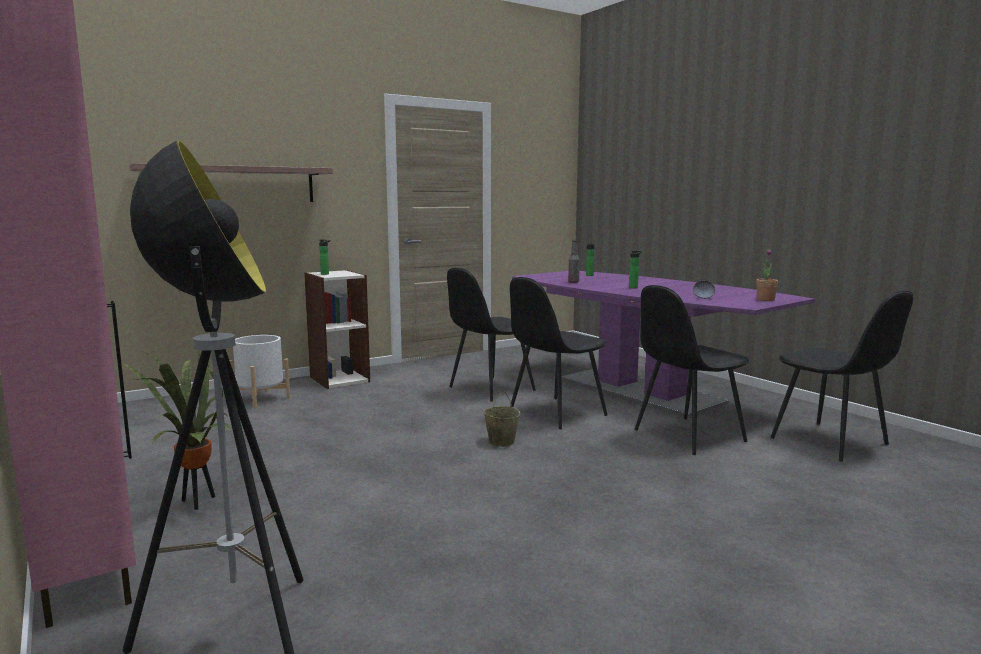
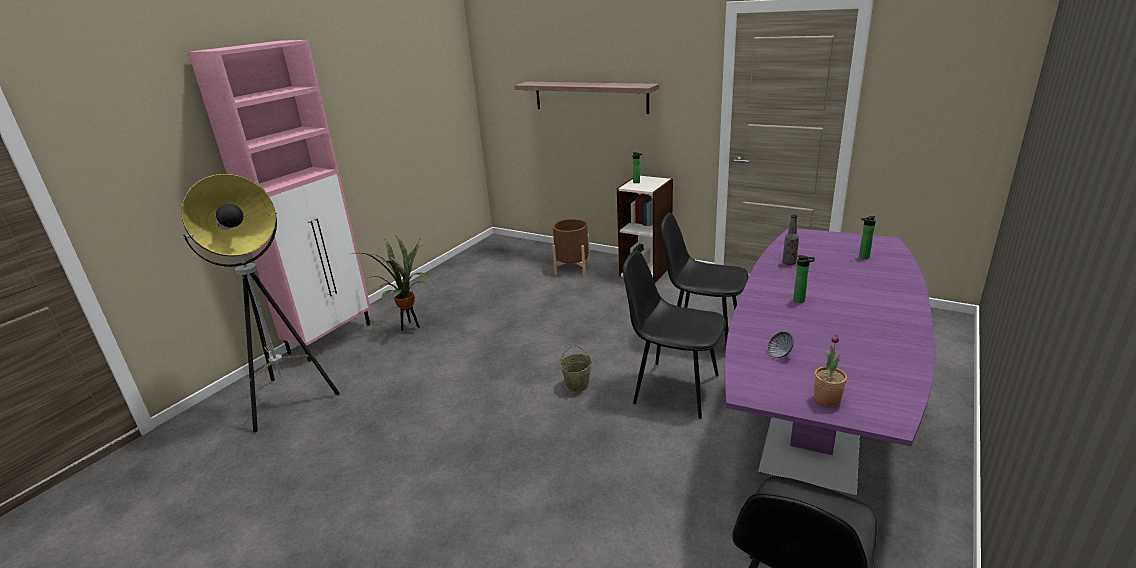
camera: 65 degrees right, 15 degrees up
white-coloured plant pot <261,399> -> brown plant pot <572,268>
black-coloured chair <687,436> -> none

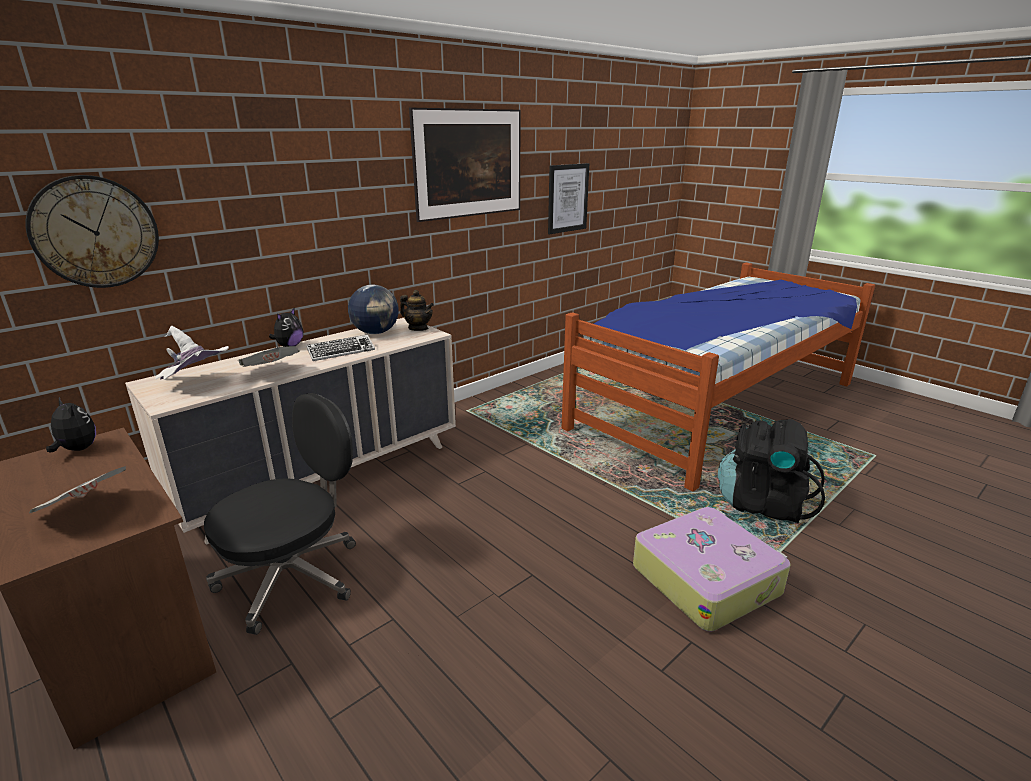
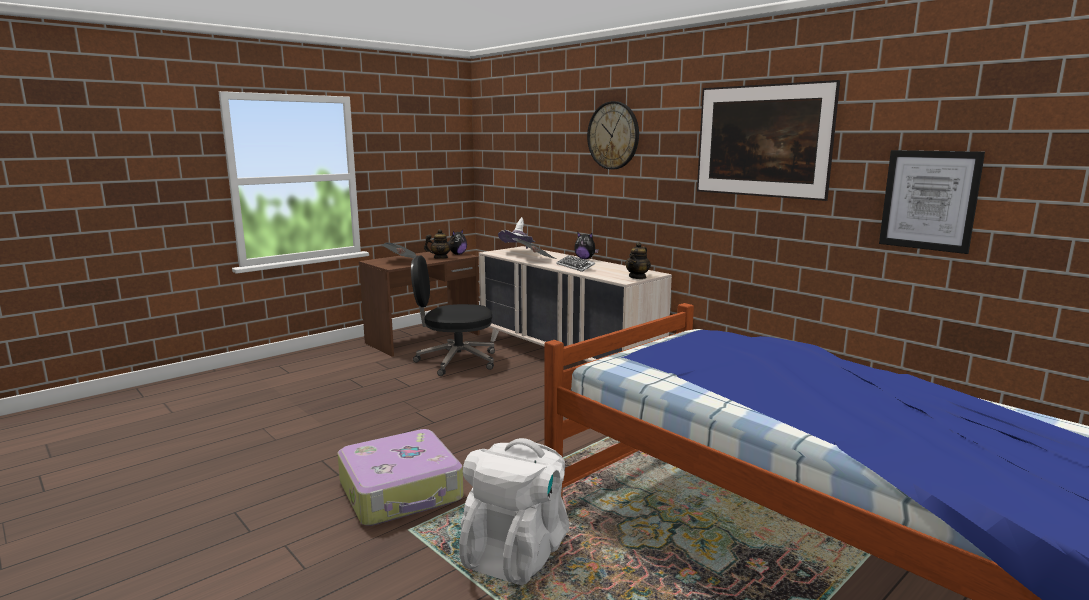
camera: 90 degrees right, 10 degrees down
clock on the wall <95,232> -> clock on the wall <613,135>, moved
black-coloured desk chair <293,577> -> black-coloured desk chair <455,361>, 135 degrees clockwise
world globe <376,333> -> none
black-coloured knapsack <762,504> -> white-coloured knapsack <516,552>
none -> teapot <440,258>

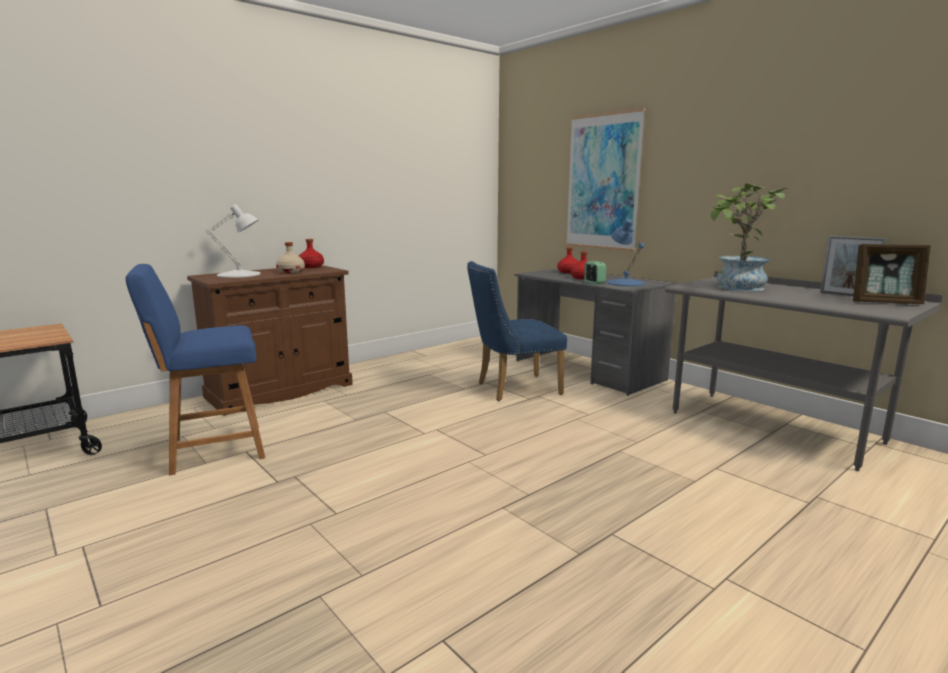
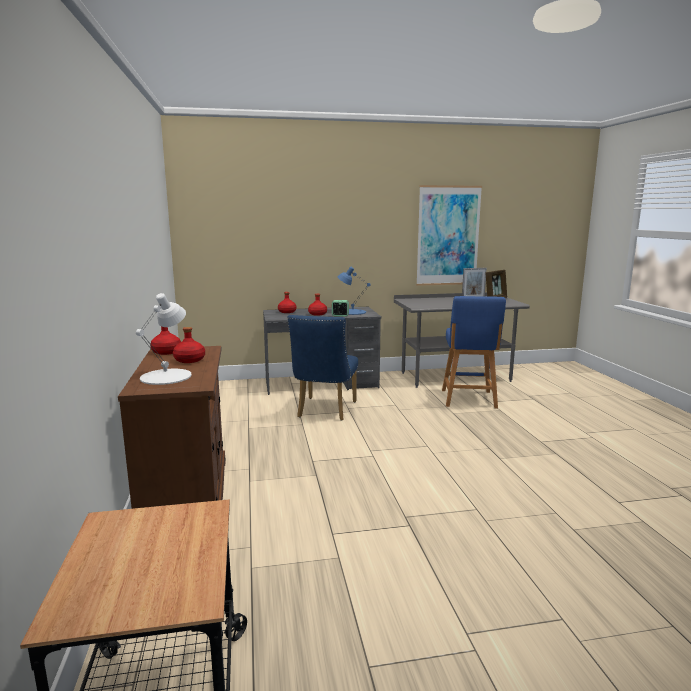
camera: 60 degrees left, 0 degrees up
blue-coloured stool <211,450> -> blue-coloured stool <469,400>, moved
sand-coloured beverage bottle <291,272> -> reddish beverage bottle <190,360>
wall art <603,182> -> wall art <448,236>, moved
plant in a pot <737,288> -> none

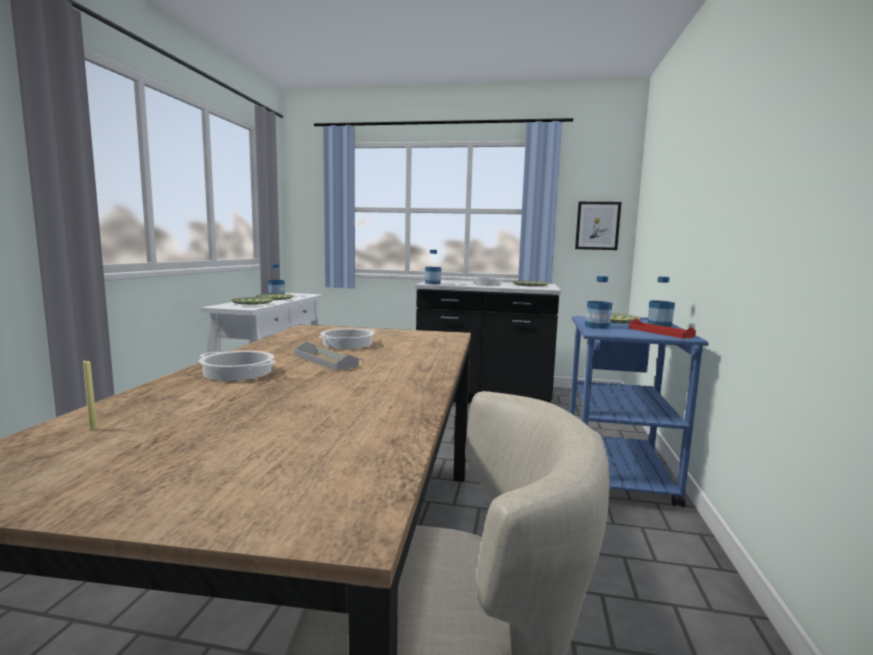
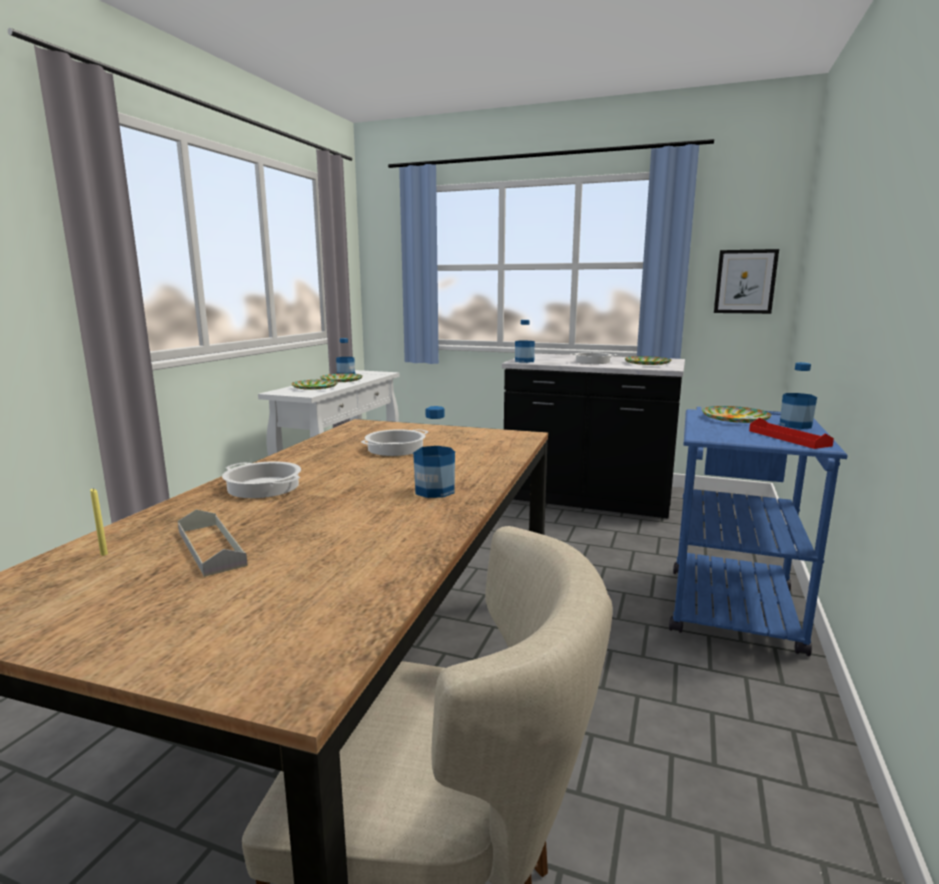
camera: 10 degrees right, 5 degrees up
grey tray <325,361> -> grey tray <211,548>, moved
beverage bottle <597,326> -> beverage bottle <434,491>, moved

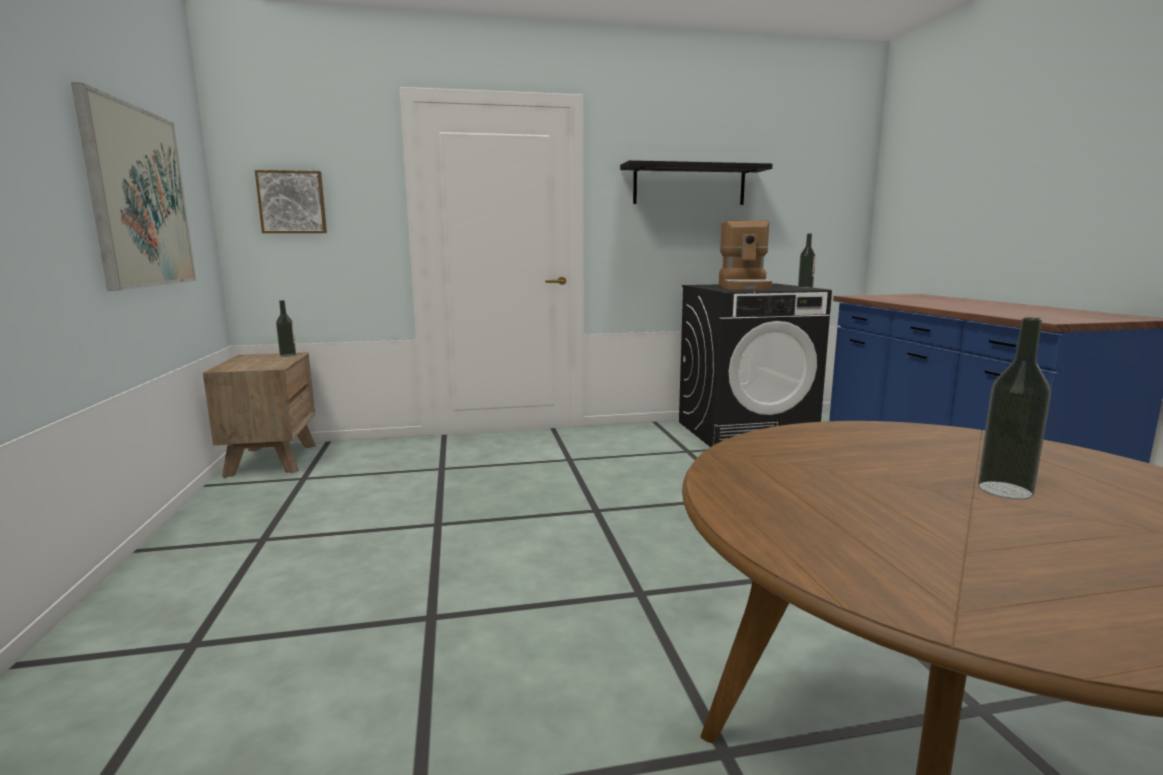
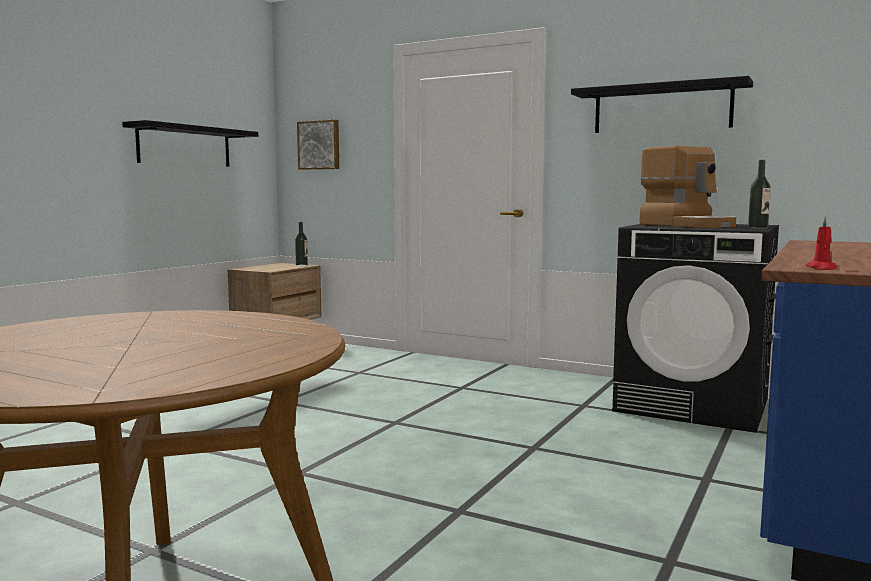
camera: 40 degrees right, 5 degrees down
wall art <139,197> -> black-coloured wall shelf <185,146>
coffee brewer <745,287> -> coffee brewer <688,225>, 75 degrees counterclockwise
beverage bottle <1005,490> -> none
none -> reddish candle <822,268>

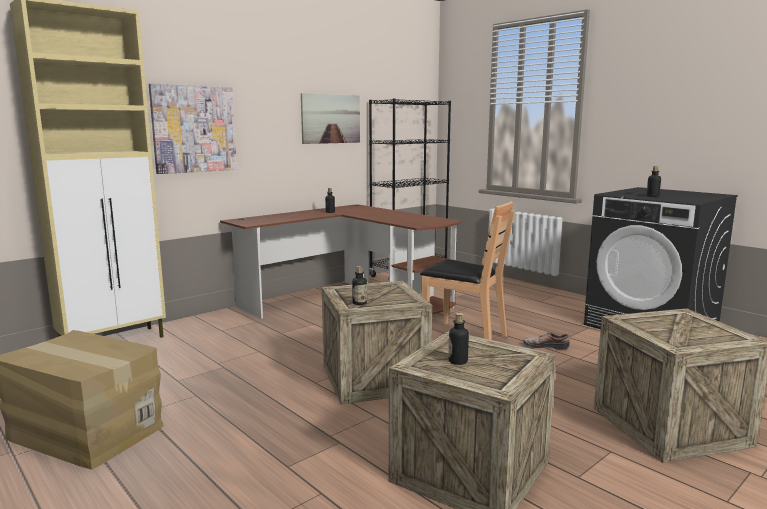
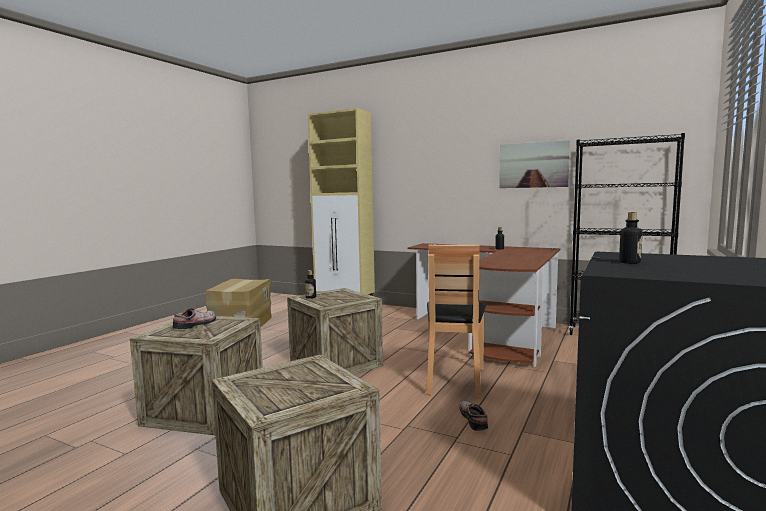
camera: 70 degrees right, 5 degrees down
wall art <194,129> -> none
beverage bottle <458,361> -> shoe <197,324>

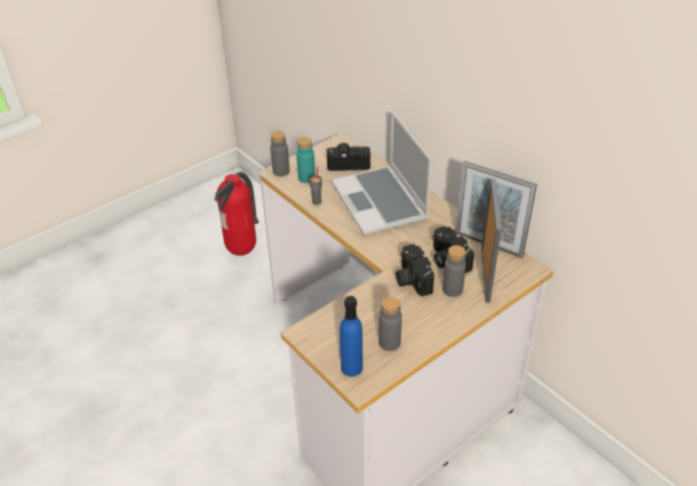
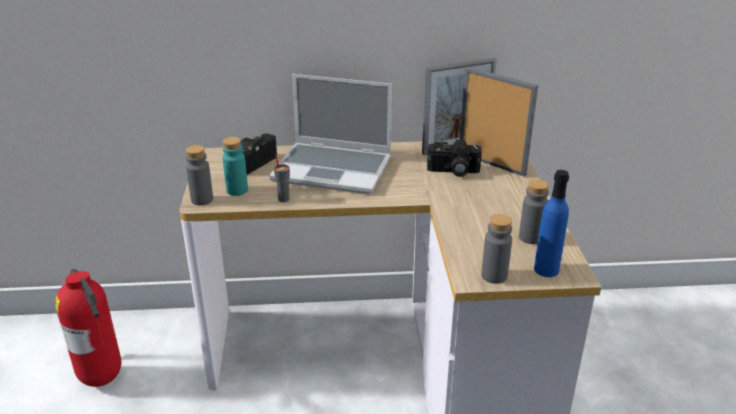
camera: 55 degrees left, 10 degrees down
still camera <411,279> -> none
grey beverage bottle <452,289> -> grey beverage bottle <494,276>, moved

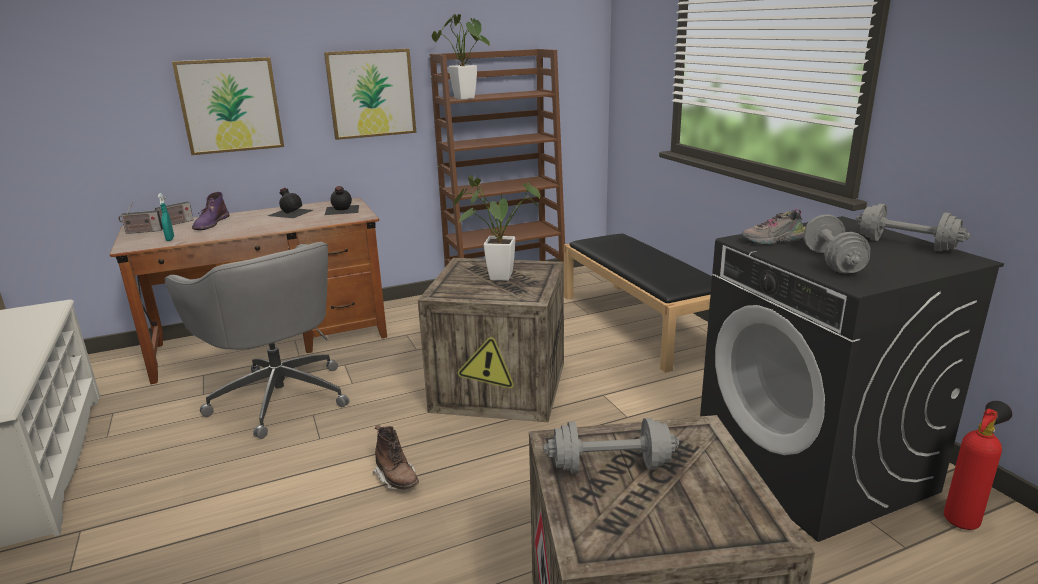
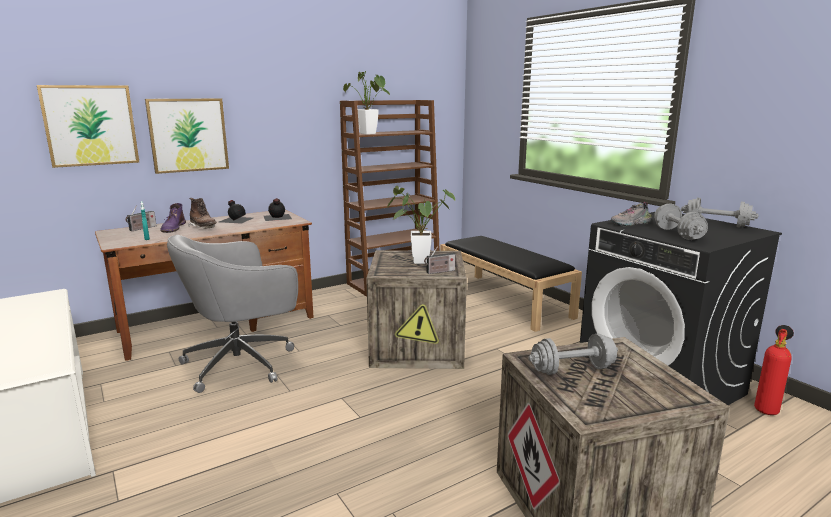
camera: 10 degrees left, 5 degrees down
radio <142,231> -> radio <439,272>, moved
grey desk chair <279,396> -> grey desk chair <242,363>, 105 degrees clockwise
wall art <371,93> -> wall art <90,125>, moved
brown tall boot <397,479> -> brown tall boot <203,228>, moved

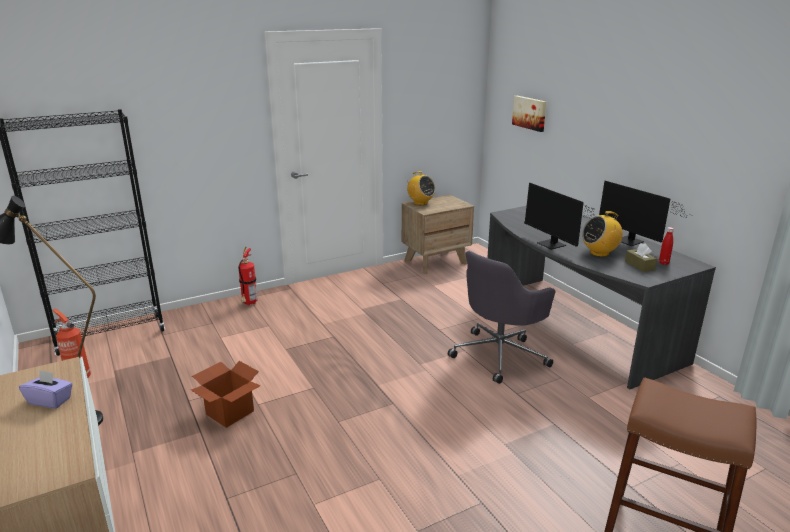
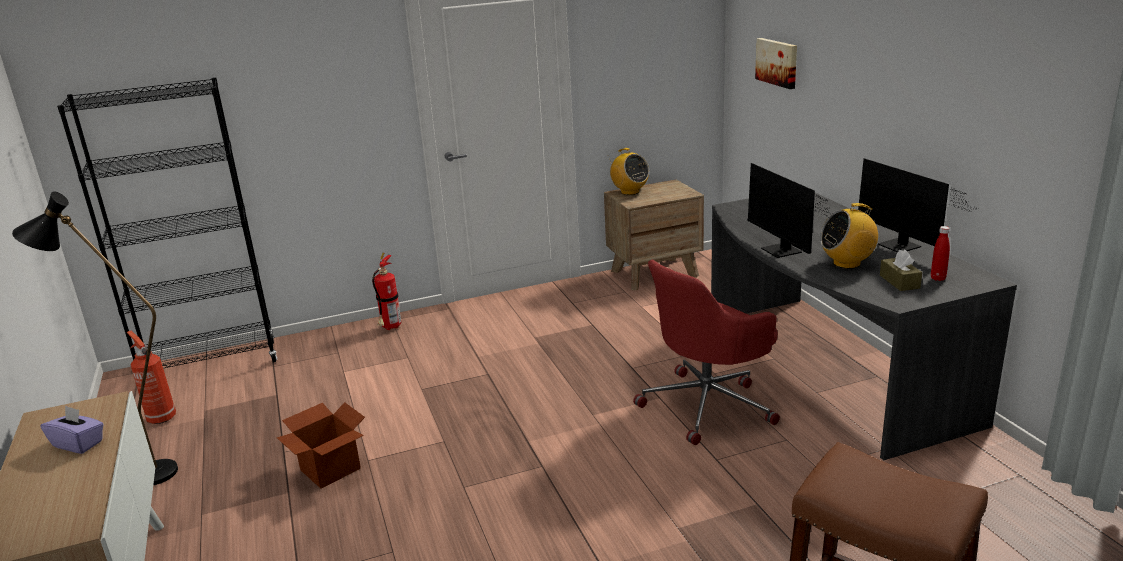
camera: 10 degrees right, 0 degrees up
grey desk chair <500,355> -> reddish desk chair <708,405>

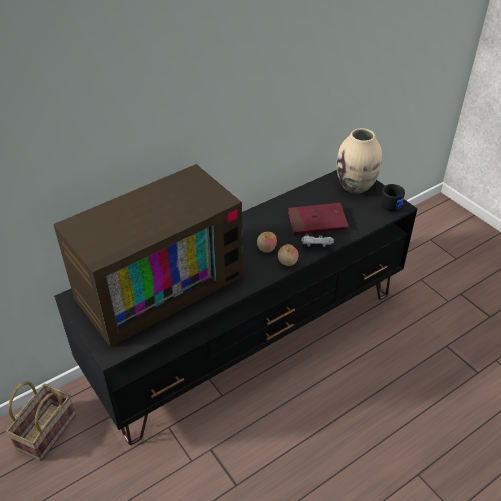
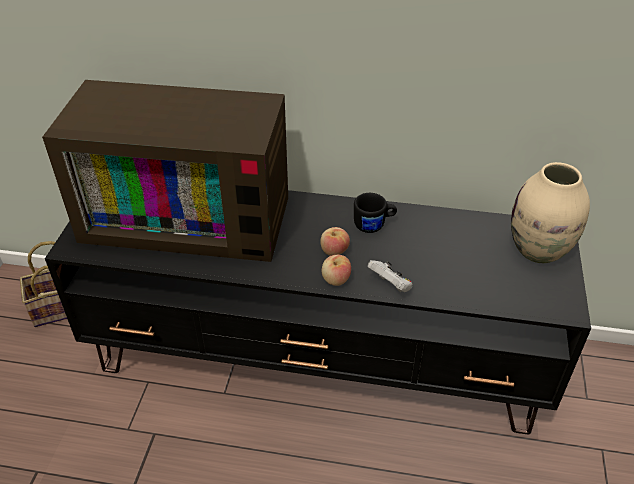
camera: 45 degrees right, 0 degrees up
reddish volume <317,221> -> none
black-coloured coffee mug <392,204> -> black-coloured coffee mug <374,225>, moved

